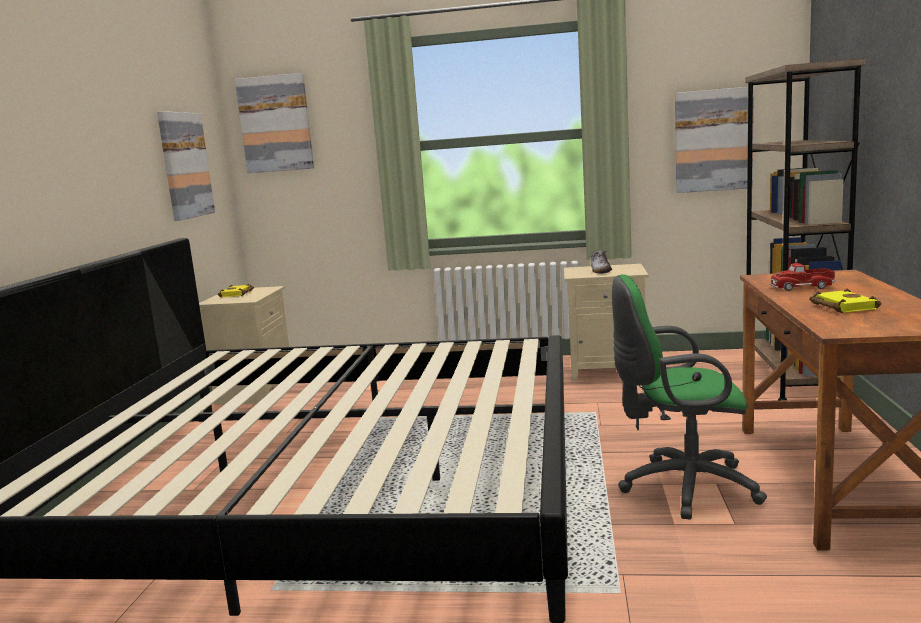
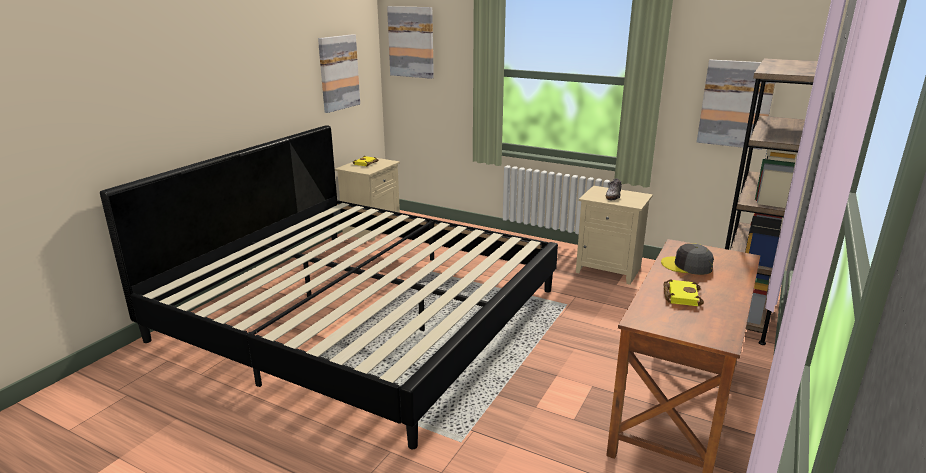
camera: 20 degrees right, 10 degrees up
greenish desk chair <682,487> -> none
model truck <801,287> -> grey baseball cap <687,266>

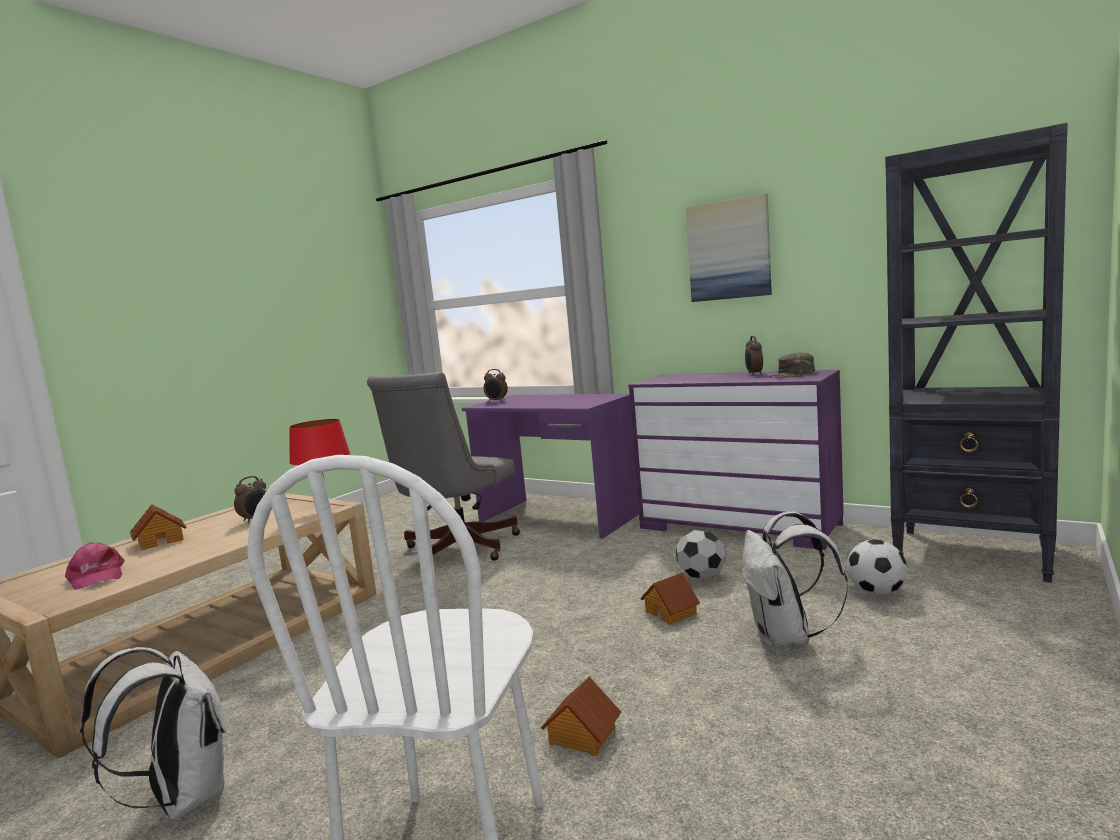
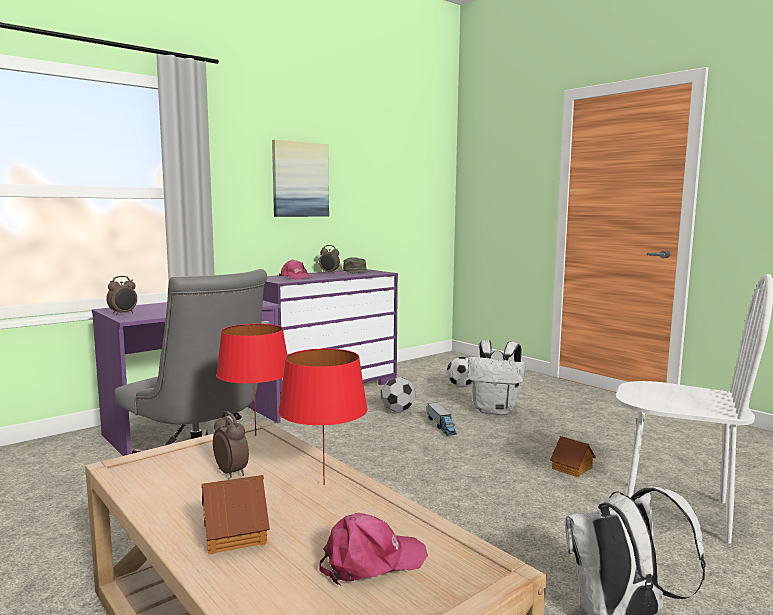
camera: 75 degrees left, 0 degrees up
model house <671,612> -> model truck <441,426>
black-coloured bookshelf <973,554> -> none
none -> reddish table lamp <324,485>
none -> pinkish baseball cap <296,277>

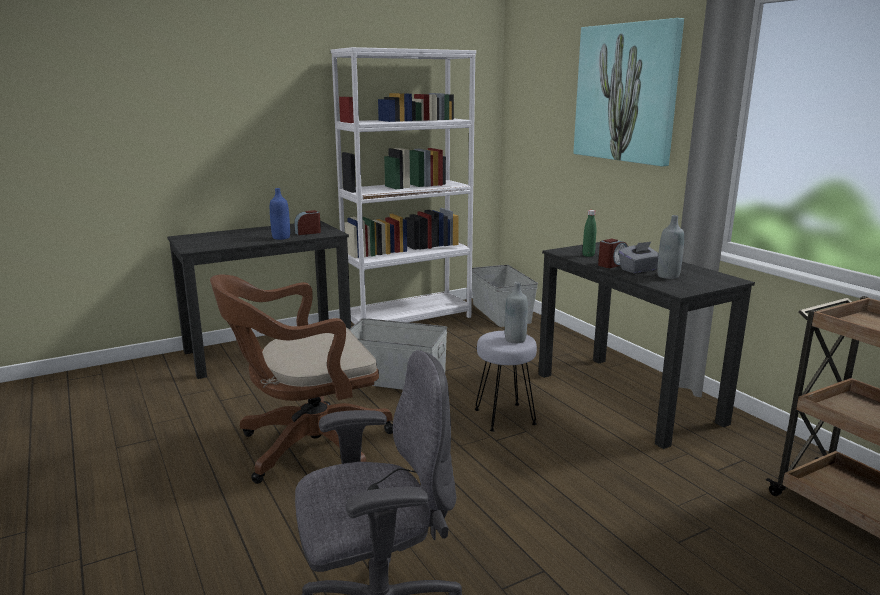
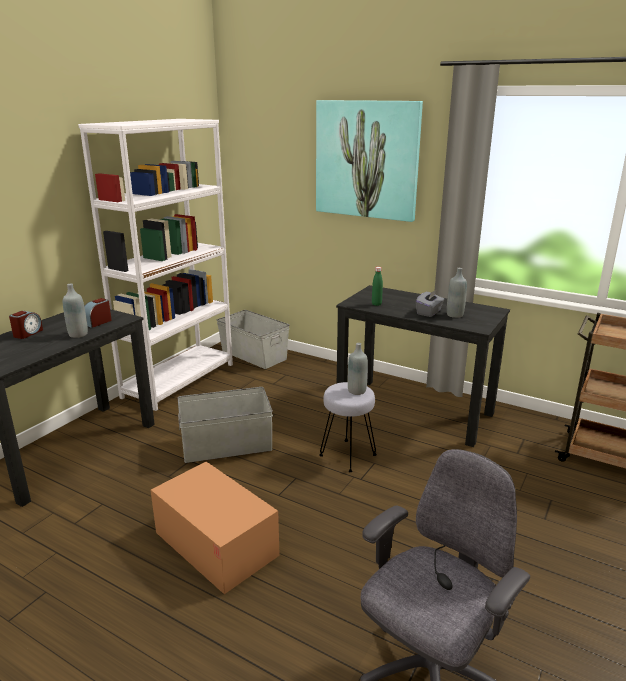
camera: 30 degrees left, 5 degrees up
brown desk chair <307,448> -> carton <216,544>
blue-coloured beverage bottle <281,237> -> grey beverage bottle <78,334>
alarm clock <612,264> -> alarm clock <28,333>, moved

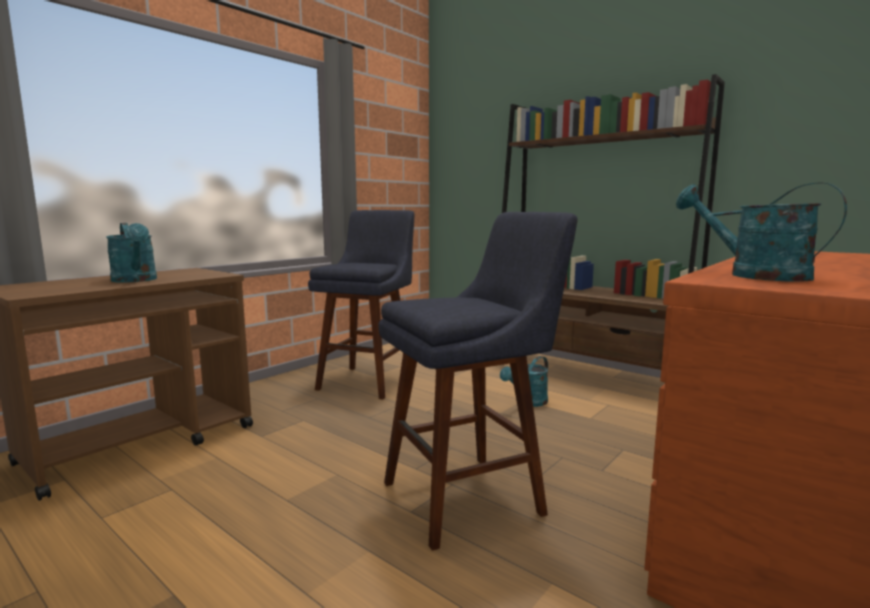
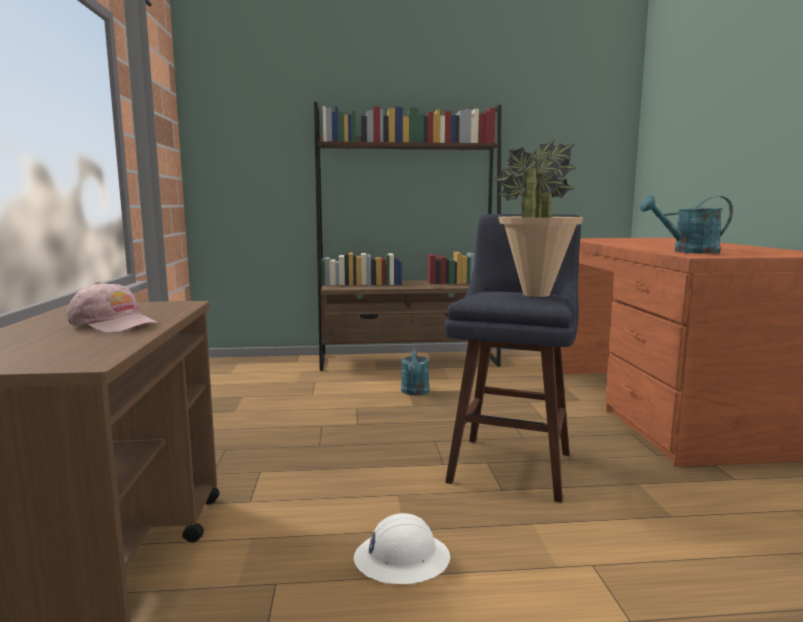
camera: 45 degrees left, 0 degrees up
turquoise sprinkling can <136,280> -> pinkish baseball cap <114,324>
blue-coloured stool <369,380> -> none
none -> white-coloured safety helmet <401,559>
none -> plant in a pot <535,294>

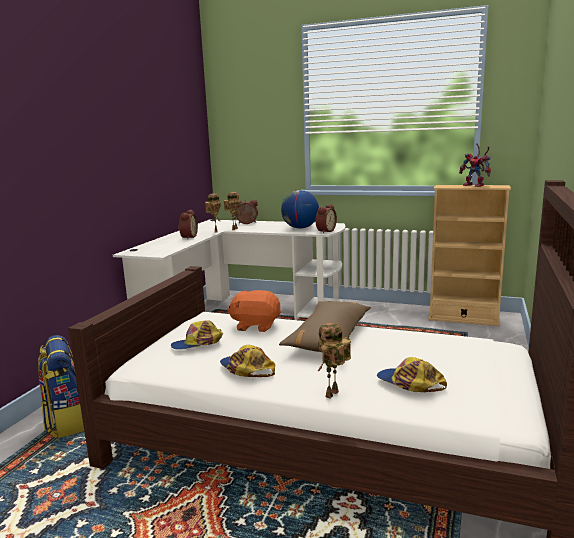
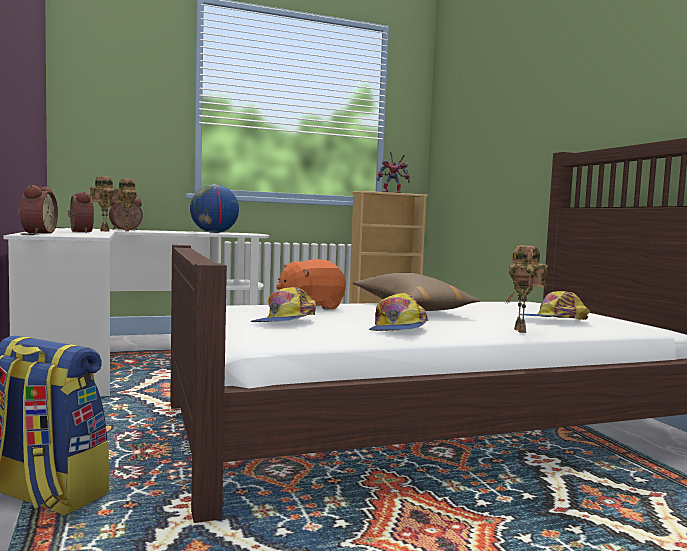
camera: 40 degrees left, 10 degrees down
baseball cap <246,369> -> baseball cap <398,328>, 90 degrees counterclockwise
alarm clock <325,231> -> alarm clock <36,233>, moved

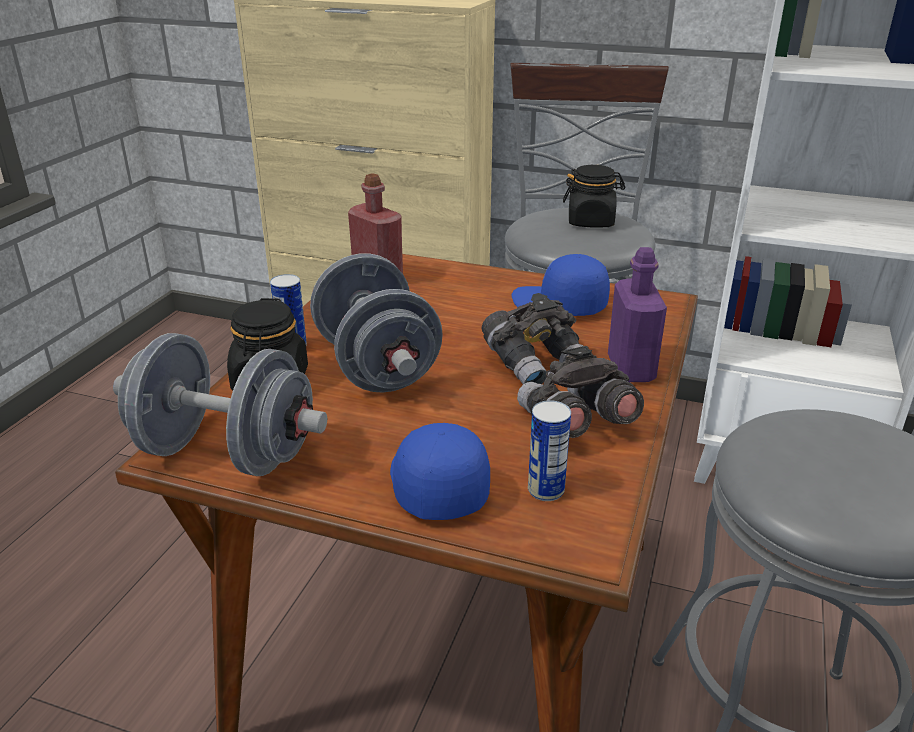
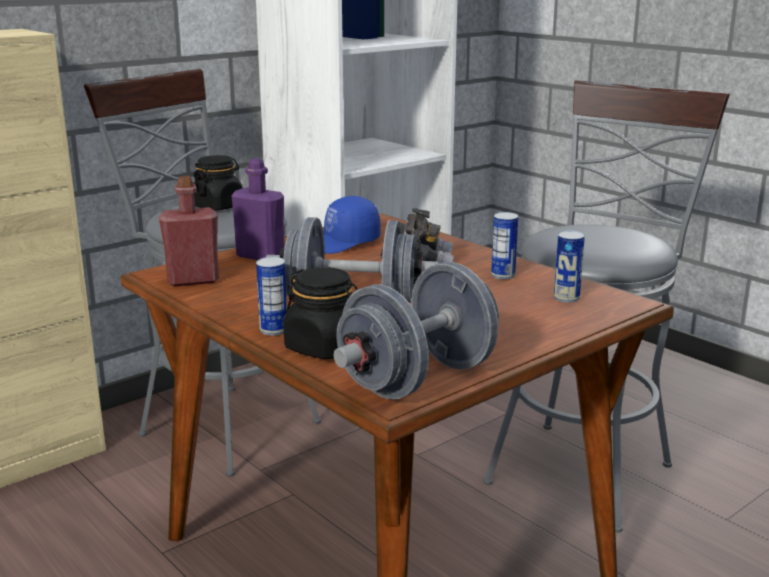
camera: 60 degrees left, 10 degrees down
blue-coloured baseball cap <435,484> -> none
grey pair of binoculars <574,424> -> can <503,275>
purple-coloured beverage bottle <631,369> -> purple-coloured beverage bottle <260,256>, moved

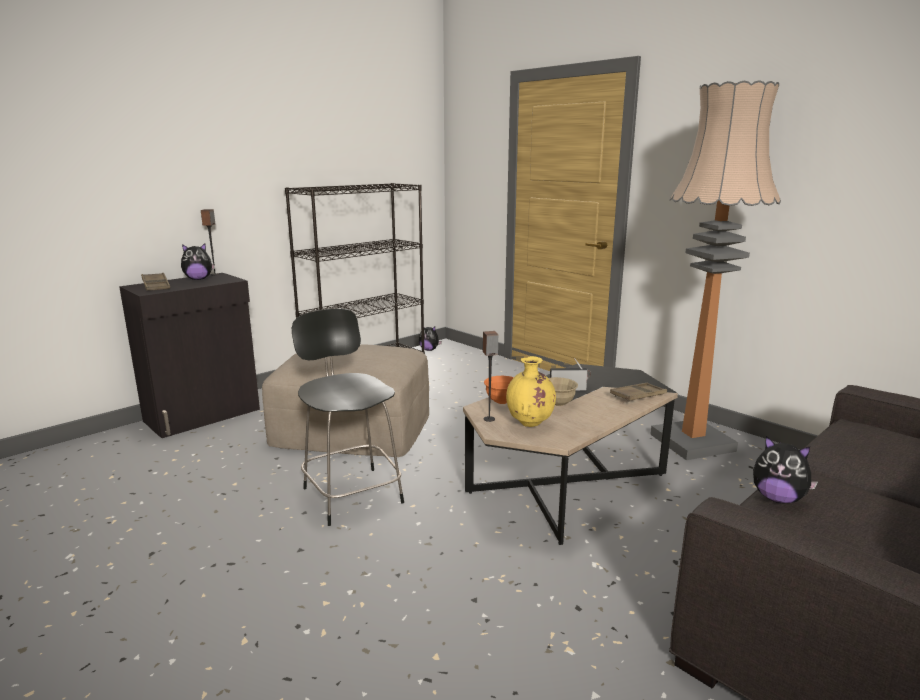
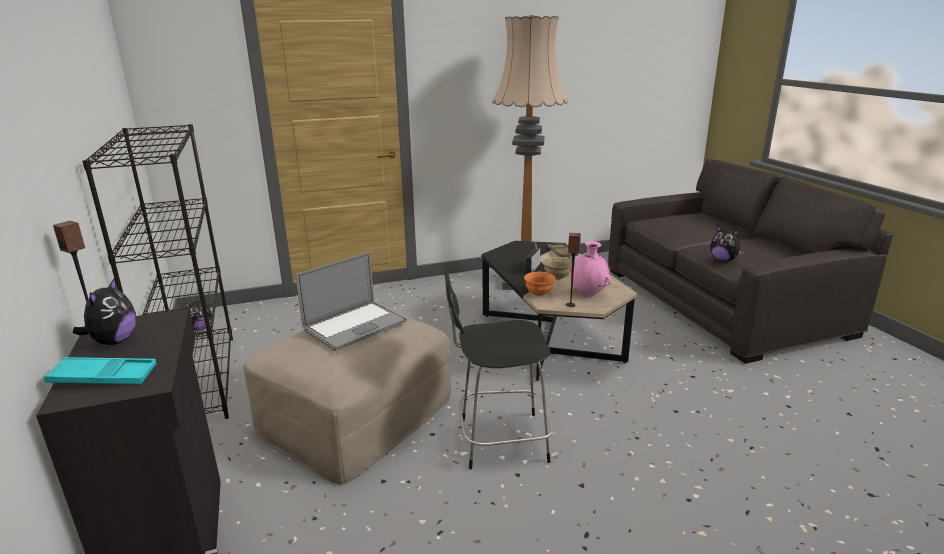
camera: 65 degrees left, 5 degrees up
brown tray <156,285> -> turquoise tray <104,377>
yellowish decorative vase <530,424> -> pinkish decorative vase <588,294>
plush toy <778,498> -> plush toy <723,260>, 75 degrees clockwise
none -> laptop <355,326>

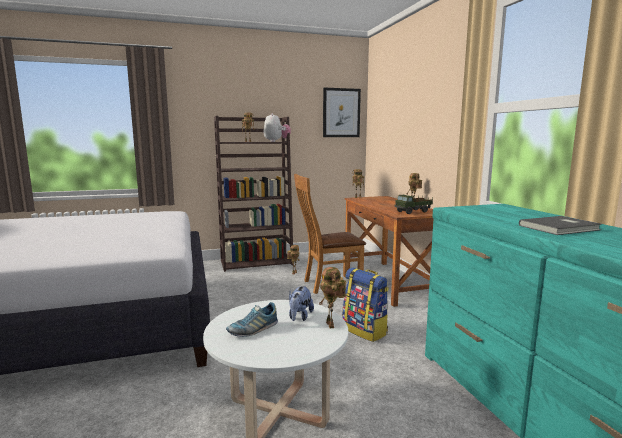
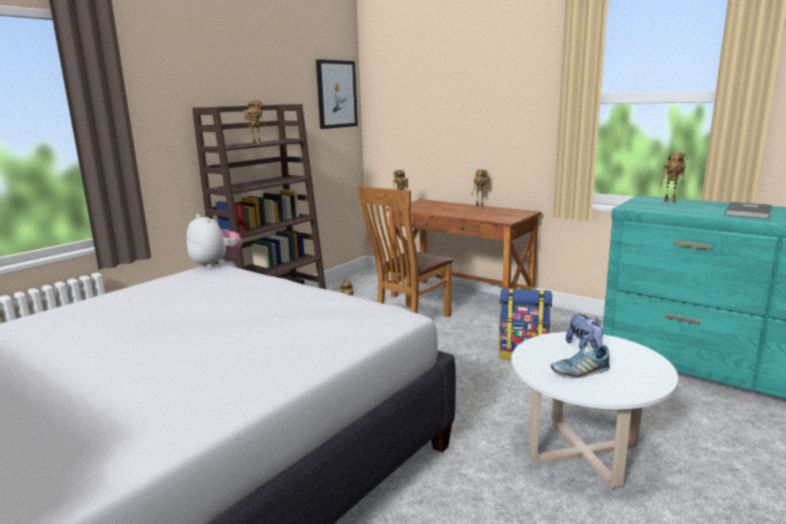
camera: 35 degrees left, 5 degrees up
shoe <253,329> -> shoe <580,372>, 60 degrees clockwise
plush toy <276,141> -> plush toy <215,264>, moved
toy robot <332,325> -> toy robot <670,201>, moved
model truck <413,212> -> none

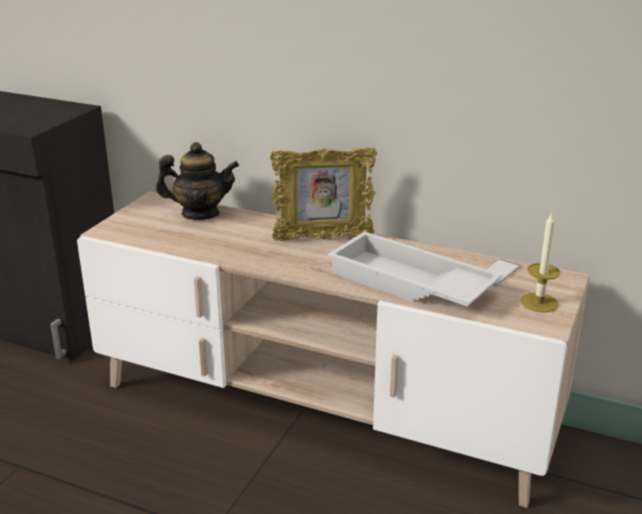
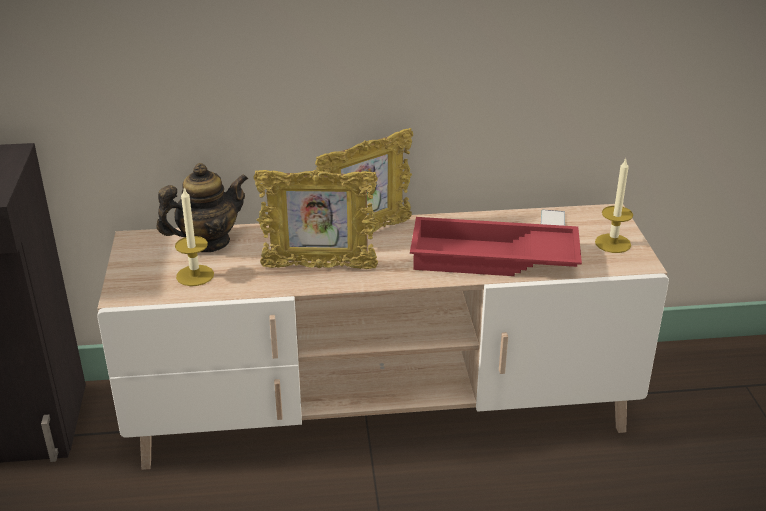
camera: 30 degrees left, 5 degrees up
white-coloured tray <408,284> -> reddish tray <492,259>
none -> candle <195,275>
none -> picture frame <319,267>

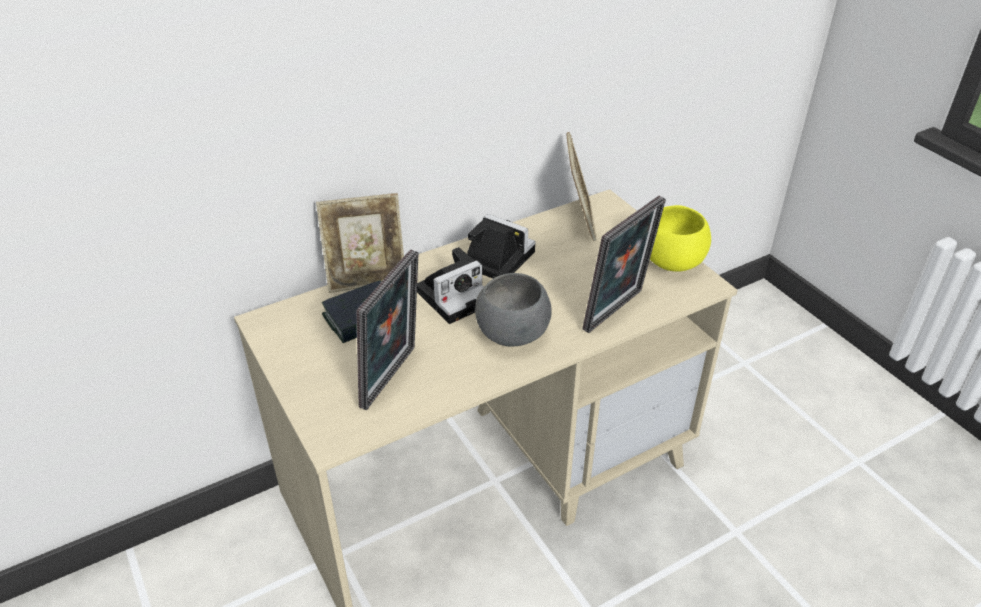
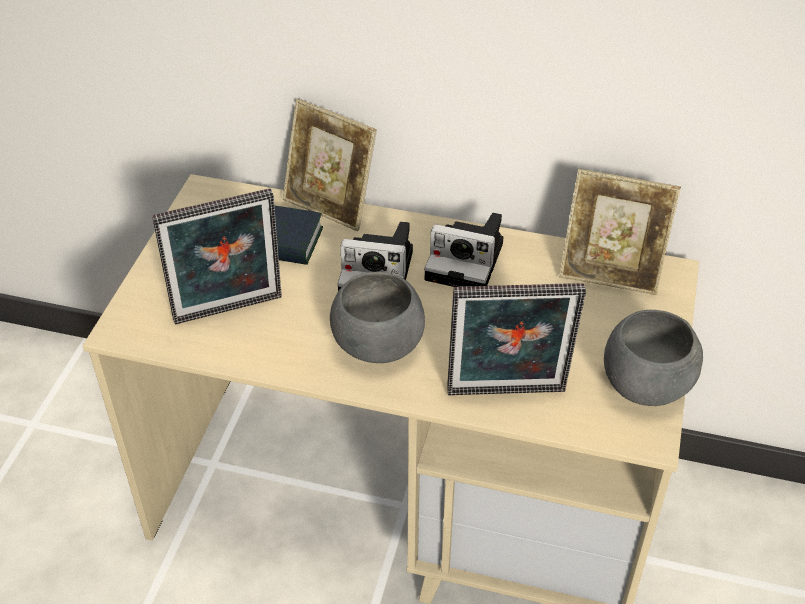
camera: 45 degrees right, 5 degrees up
still camera <496,259> -> still camera <468,261>, 120 degrees clockwise
picture frame <578,220> -> picture frame <610,274>, 60 degrees clockwise
yellowish bowl <672,262> -> grey bowl <647,385>

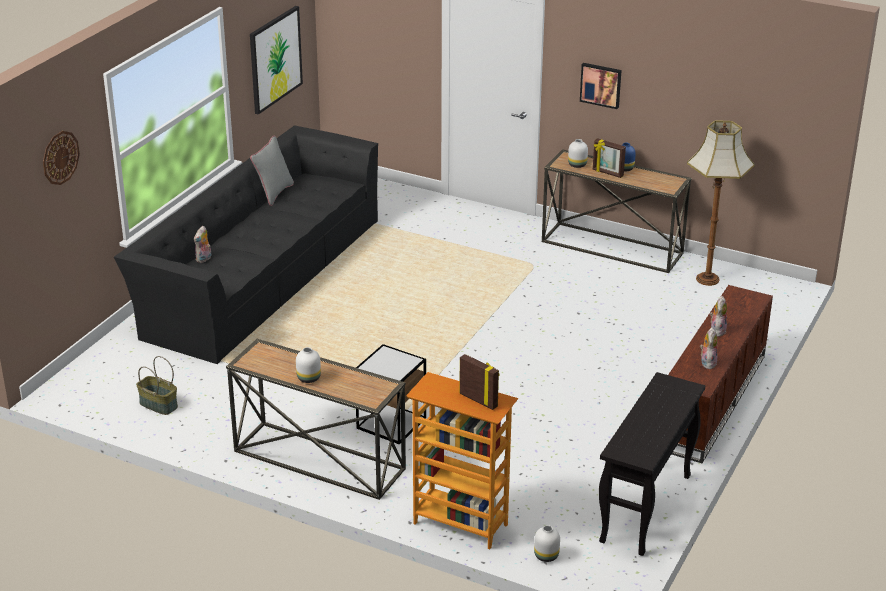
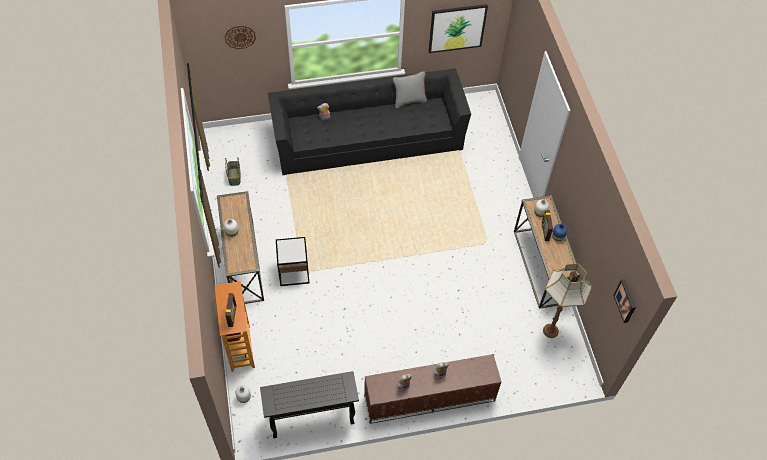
camera: 50 degrees right, 25 degrees up
wall art <601,85> -> wall art <626,300>, moved

